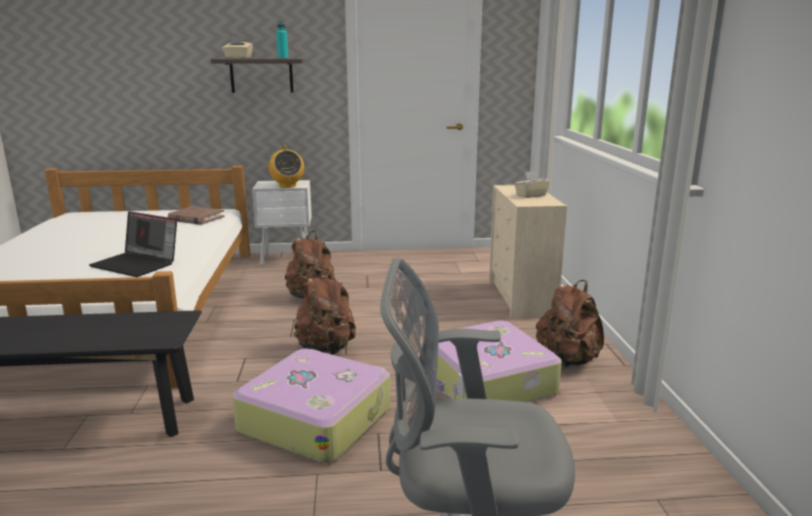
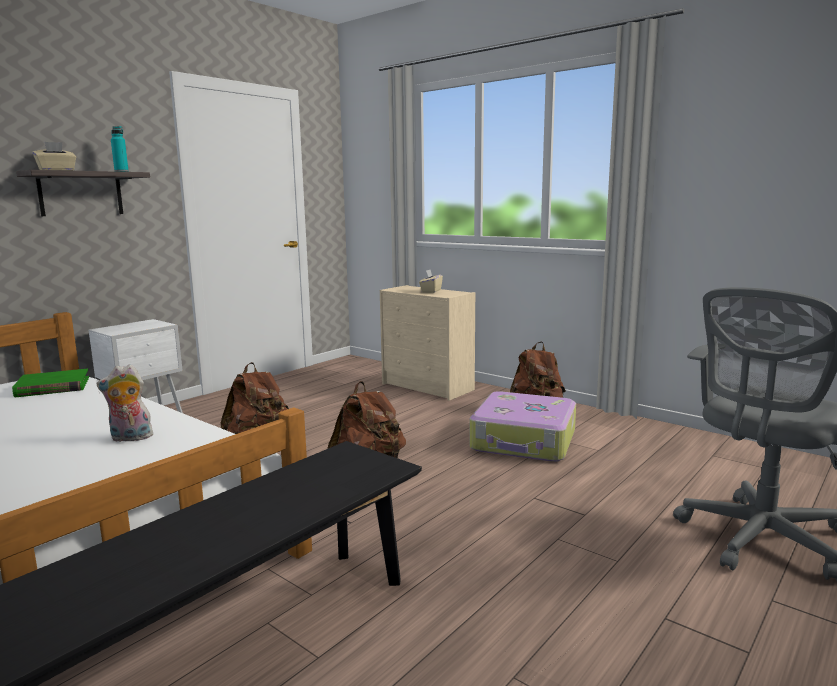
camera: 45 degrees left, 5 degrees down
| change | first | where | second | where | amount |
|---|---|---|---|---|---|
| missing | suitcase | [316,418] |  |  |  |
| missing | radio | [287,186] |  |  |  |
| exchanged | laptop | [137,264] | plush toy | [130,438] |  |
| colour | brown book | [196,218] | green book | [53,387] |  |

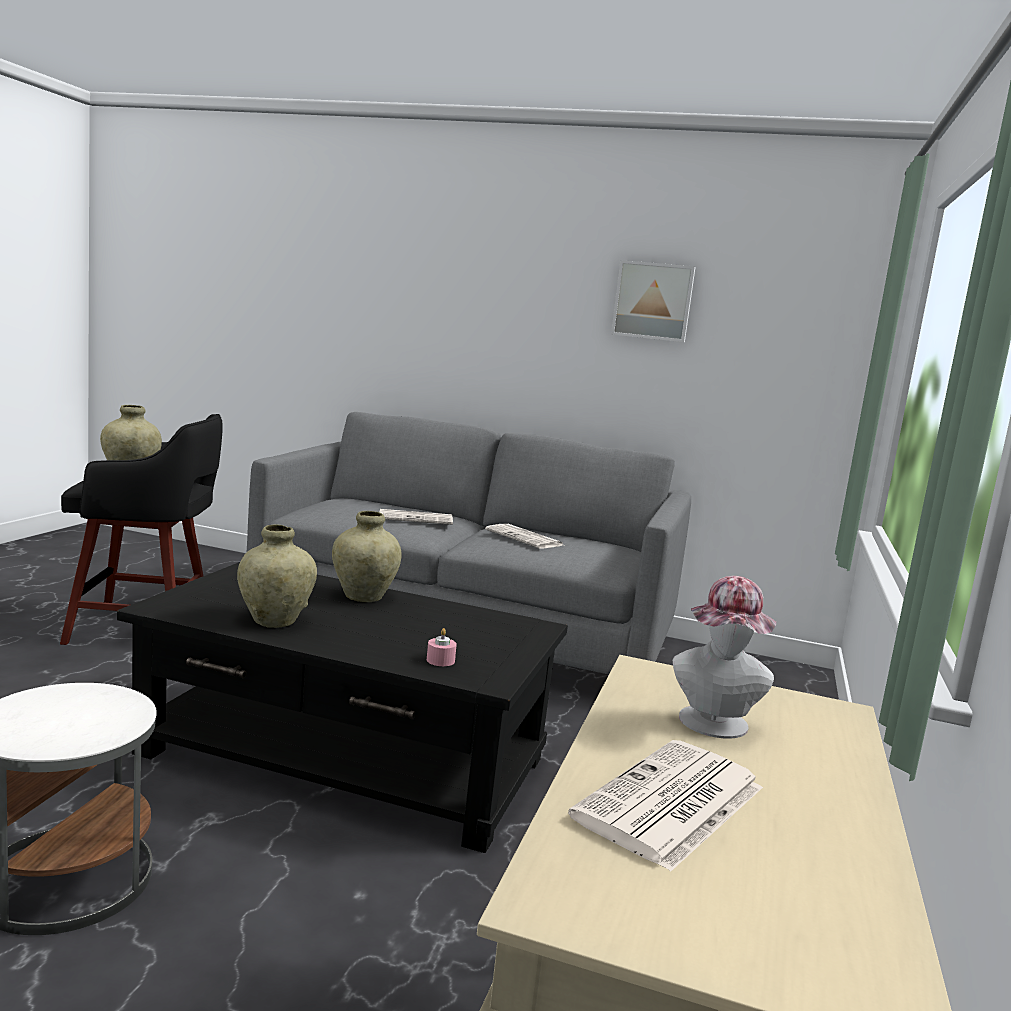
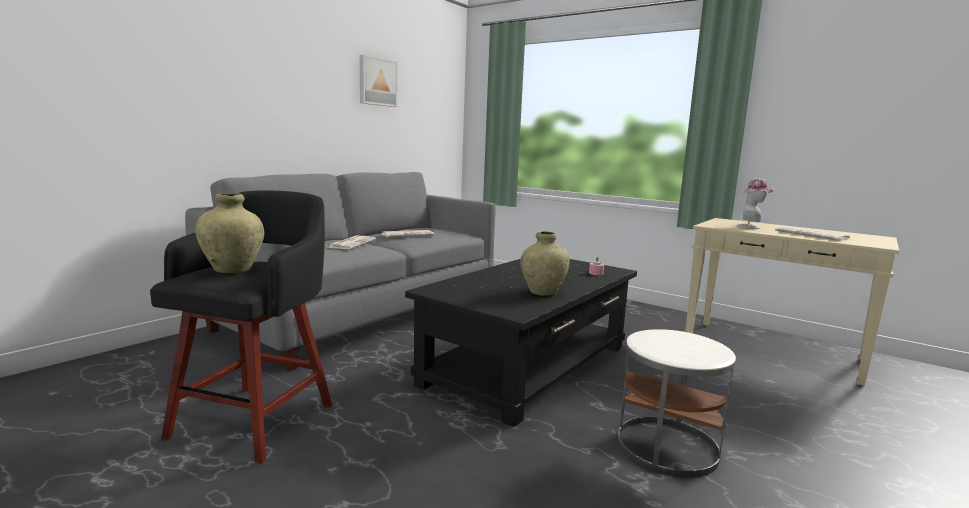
camera: 70 degrees left, 0 degrees up
| change | first | where | second | where | amount |
|---|---|---|---|---|---|
| missing | beige vase | [363,596] |  |  |  |

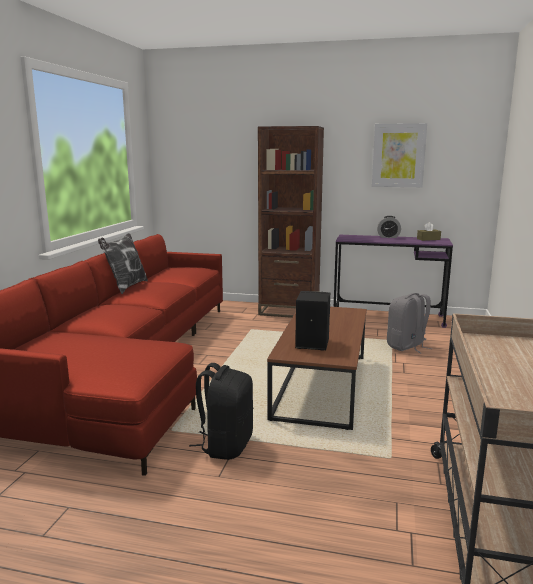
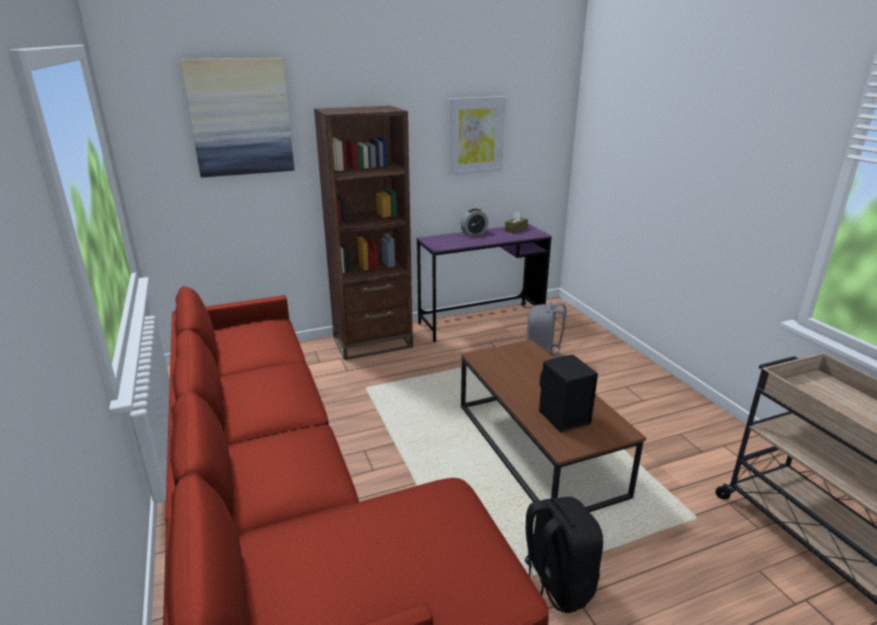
camera: 35 degrees left, 10 degrees up
| change | first | where | second | where | amount |
|---|---|---|---|---|---|
| missing | pillow | [126,287] |  |  |  |
| appeared |  |  | picture | [240,117] |  |

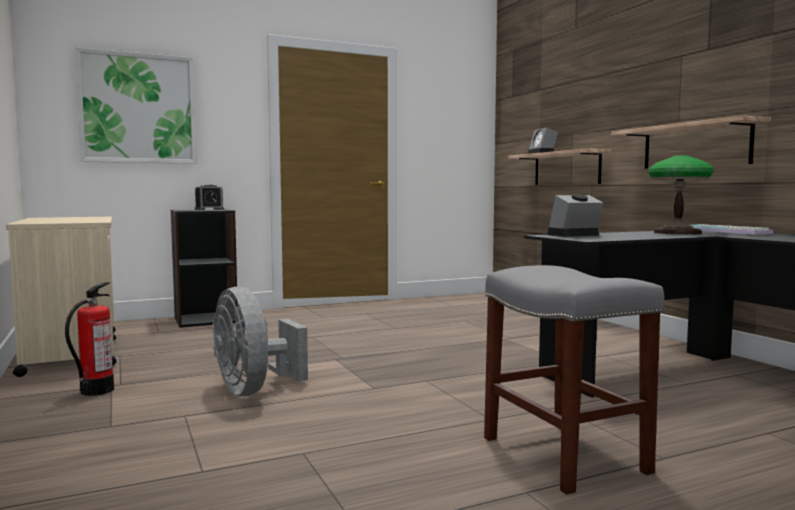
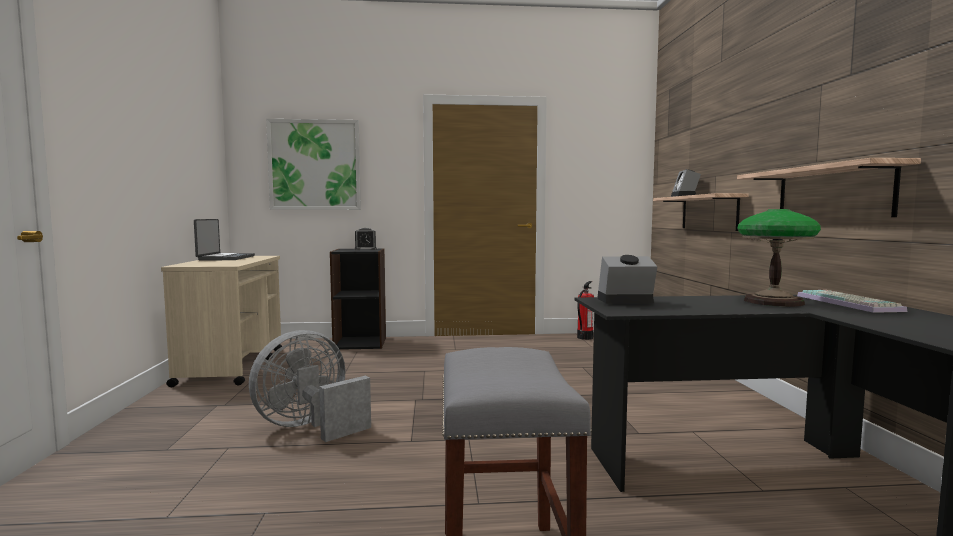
camera: 20 degrees right, 0 degrees up
| change | first | where | second | where | amount |
|---|---|---|---|---|---|
| appeared |  |  | laptop | [225,258] |  |
| relocated | fire extinguisher | [97,390] |  | [584,337] |  |
| spun | grey fan | [253,390] |  | [310,427] | 60 degrees clockwise |

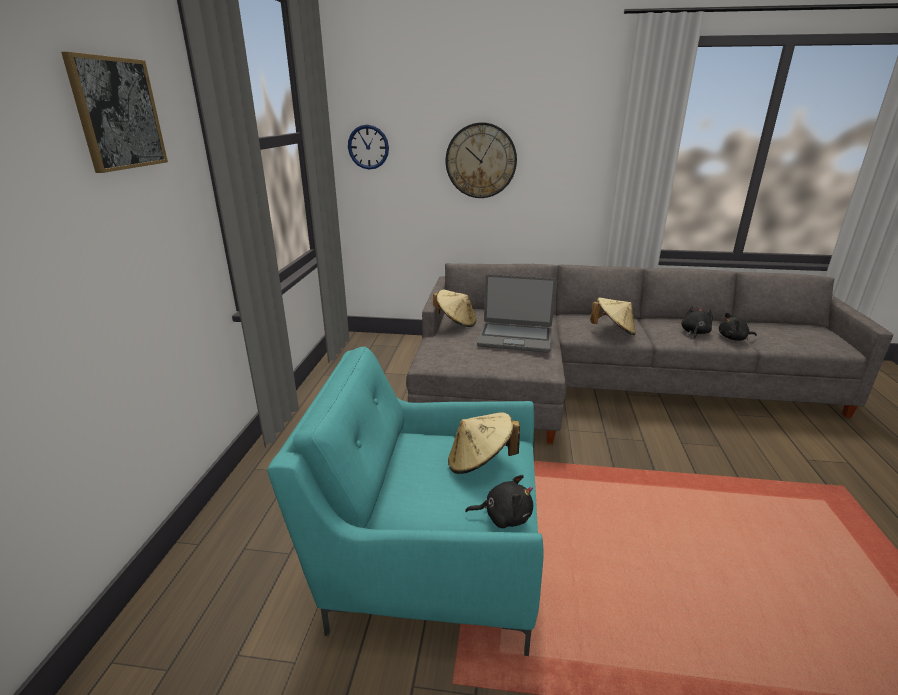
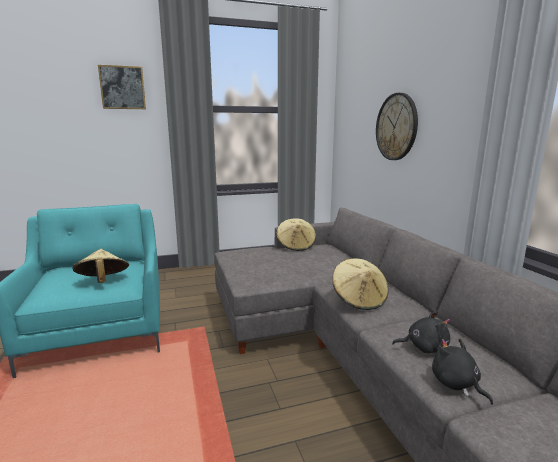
camera: 65 degrees right, 10 degrees down
| change | first | where | second | where | amount |
|---|---|---|---|---|---|
| missing | wall clock | [368,147] |  |  |  |
| missing | black plush toy | [504,516] |  |  |  |
| missing | laptop | [515,338] |  |  |  |

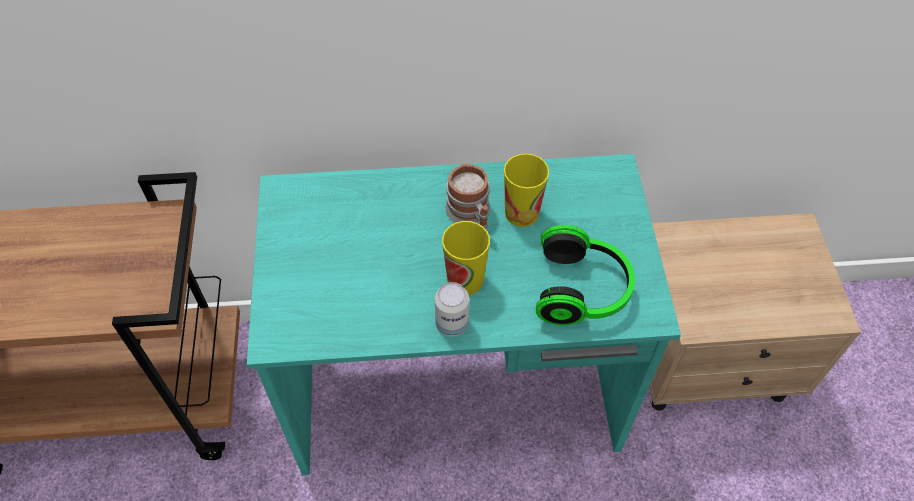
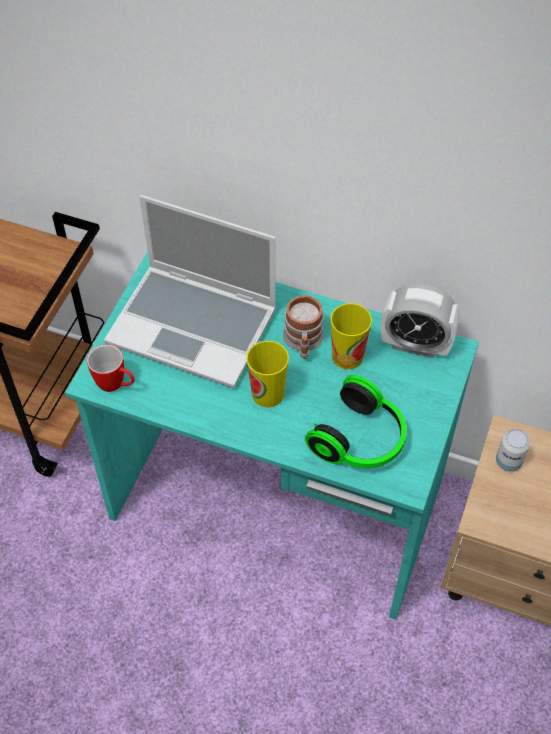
camera: 25 degrees right, 0 degrees up
| change | first | where | second | where | amount |
|---|---|---|---|---|---|
| appeared |  |  | mug | [116,385] |  |
| appeared |  |  | laptop | [195,326] |  |
| appeared |  |  | alarm clock | [415,345] |  |
| relocated | can | [452,324] |  | [508,462] |  |

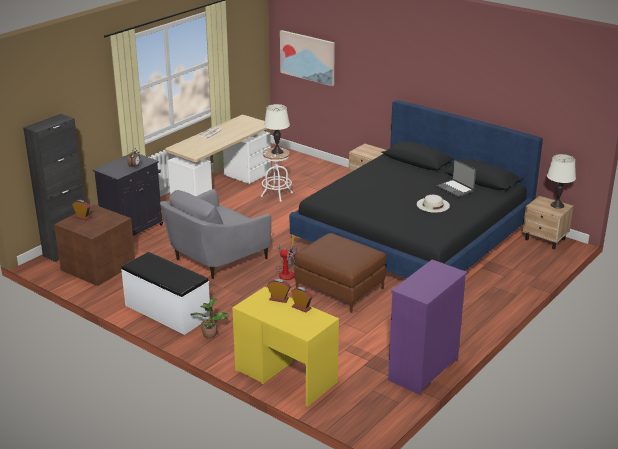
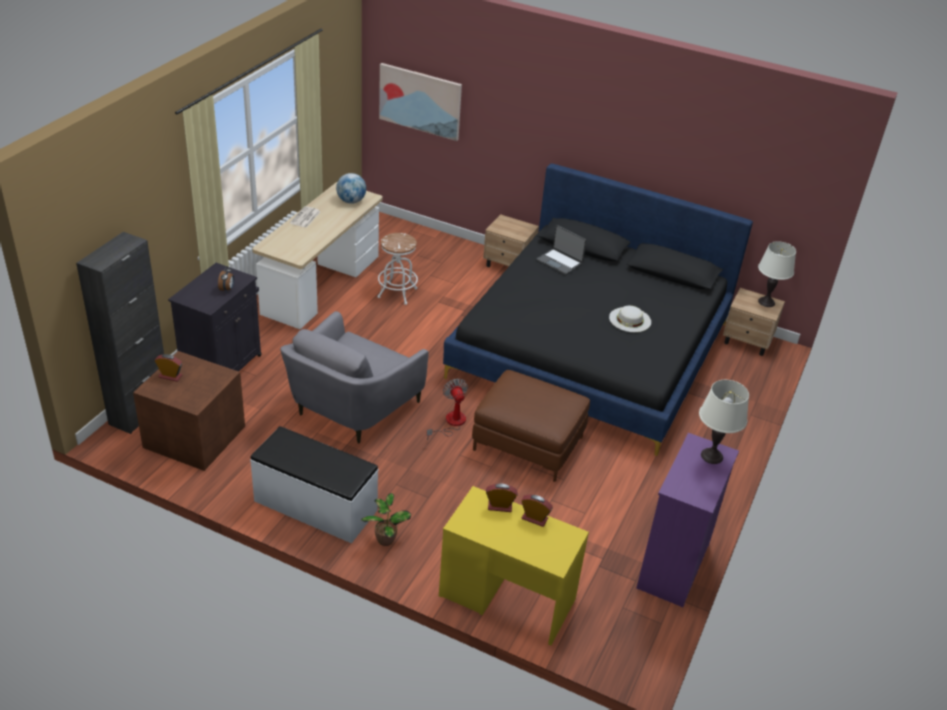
camera: 15 degrees left, 10 degrees up
| change | first | where | second | where | amount |
|---|---|---|---|---|---|
| appeared |  |  | globe | [351,201] |  |
| relocated | white table lamp | [277,151] |  | [712,456] |  |
| relocated | laptop | [455,189] |  | [560,262] |  |
| spun | fan | [285,272] |  | [451,423] | 120 degrees counterclockwise |

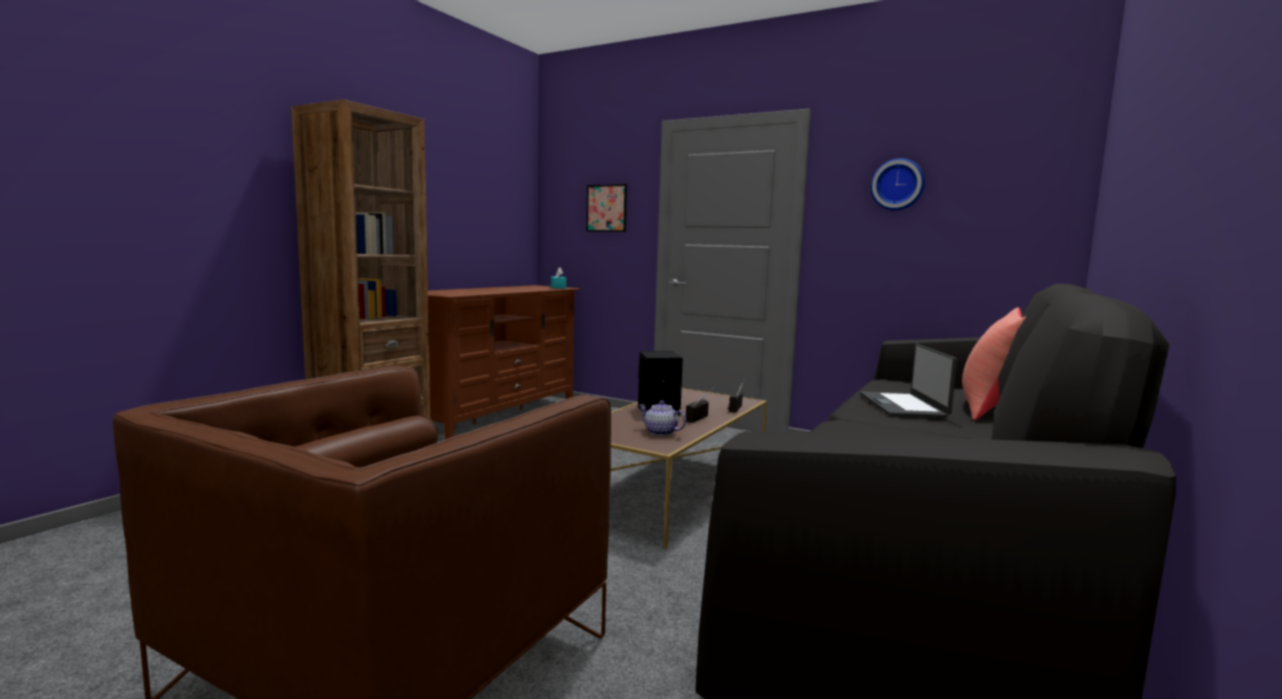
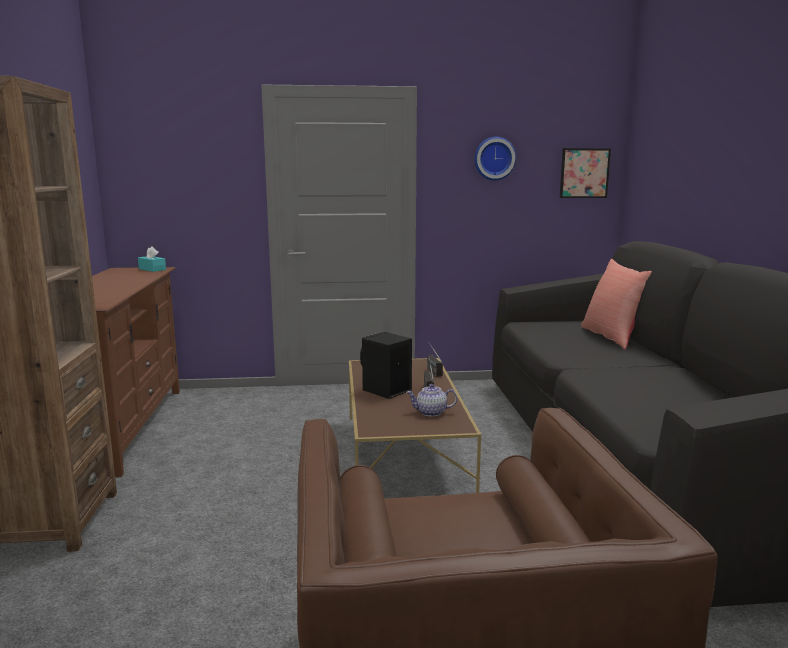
camera: 35 degrees left, 5 degrees up
| change | first | where | second | where | amount |
|---|---|---|---|---|---|
| missing | laptop | [903,406] |  |  |  |
| relocated | picture | [606,208] |  | [584,173] |  |

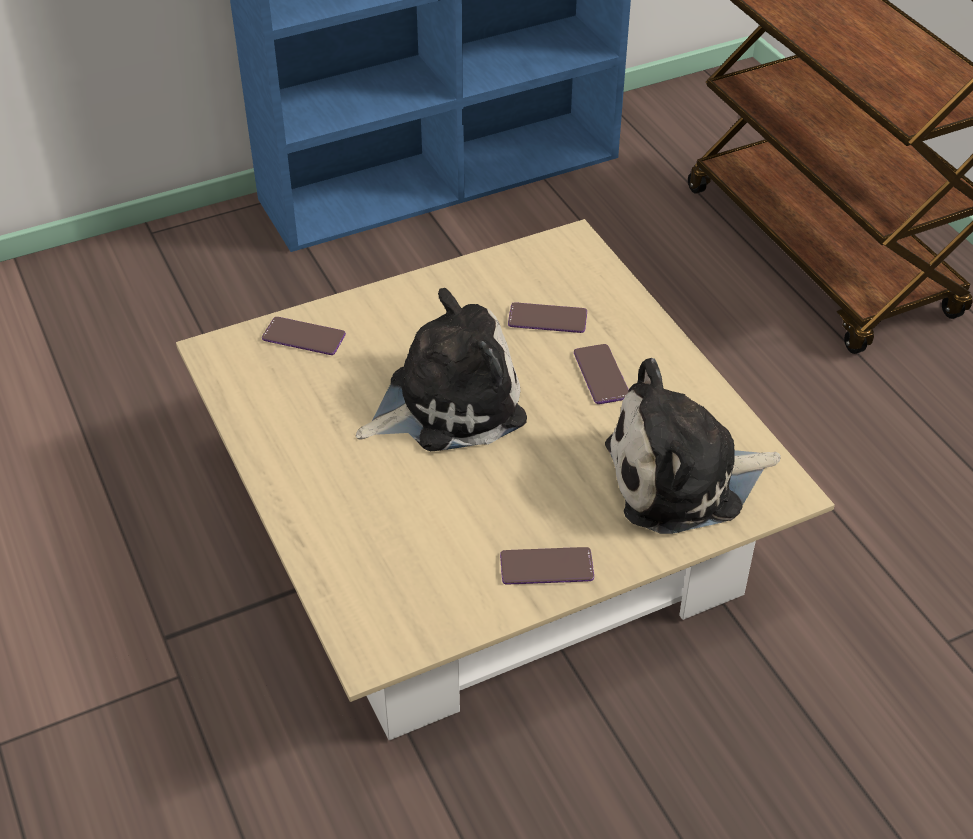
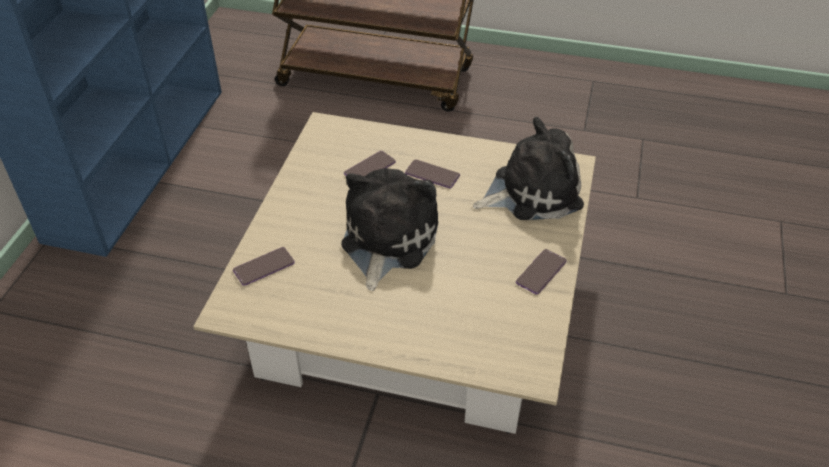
camera: 50 degrees left, 0 degrees up
| change | first | where | second | where | amount |
|---|---|---|---|---|---|
| spun | plush toy | [683,479] |  | [531,191] | 135 degrees counterclockwise |

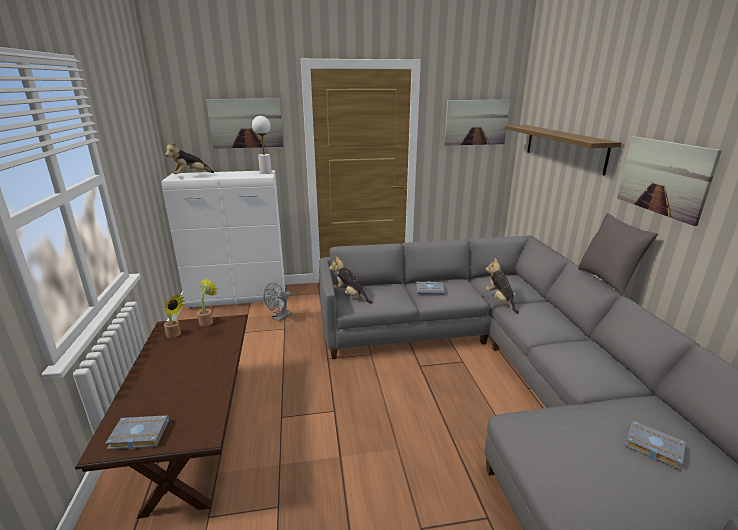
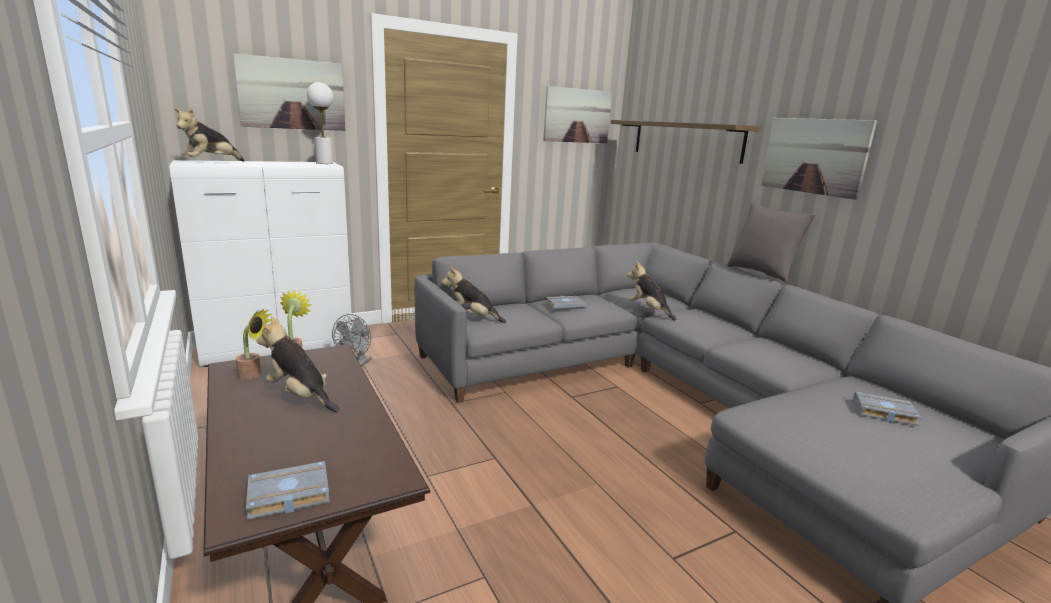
camera: 20 degrees left, 5 degrees down
| change | first | where | second | where | amount |
|---|---|---|---|---|---|
| appeared |  |  | plush toy | [300,396] |  |

